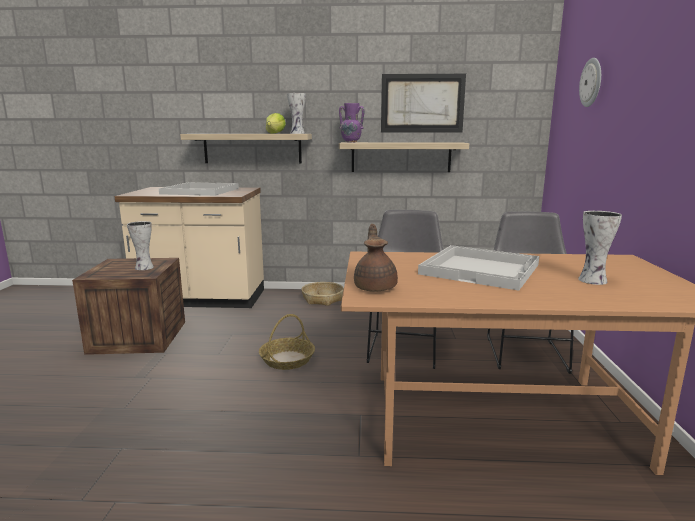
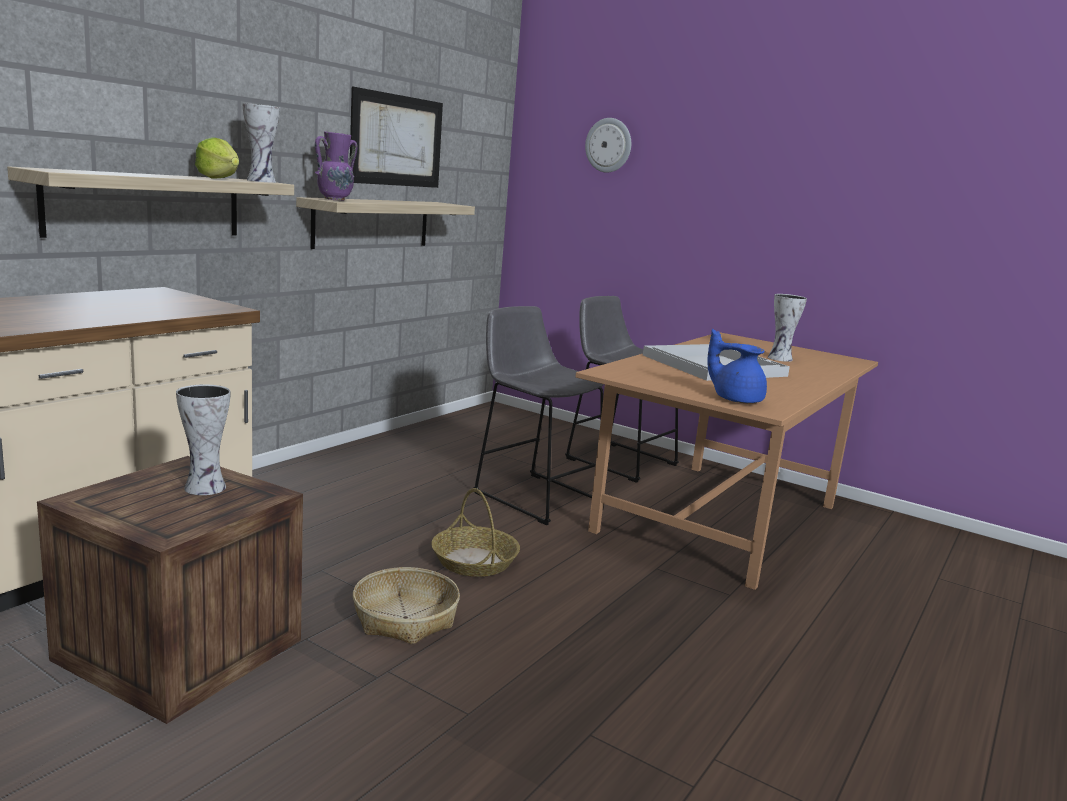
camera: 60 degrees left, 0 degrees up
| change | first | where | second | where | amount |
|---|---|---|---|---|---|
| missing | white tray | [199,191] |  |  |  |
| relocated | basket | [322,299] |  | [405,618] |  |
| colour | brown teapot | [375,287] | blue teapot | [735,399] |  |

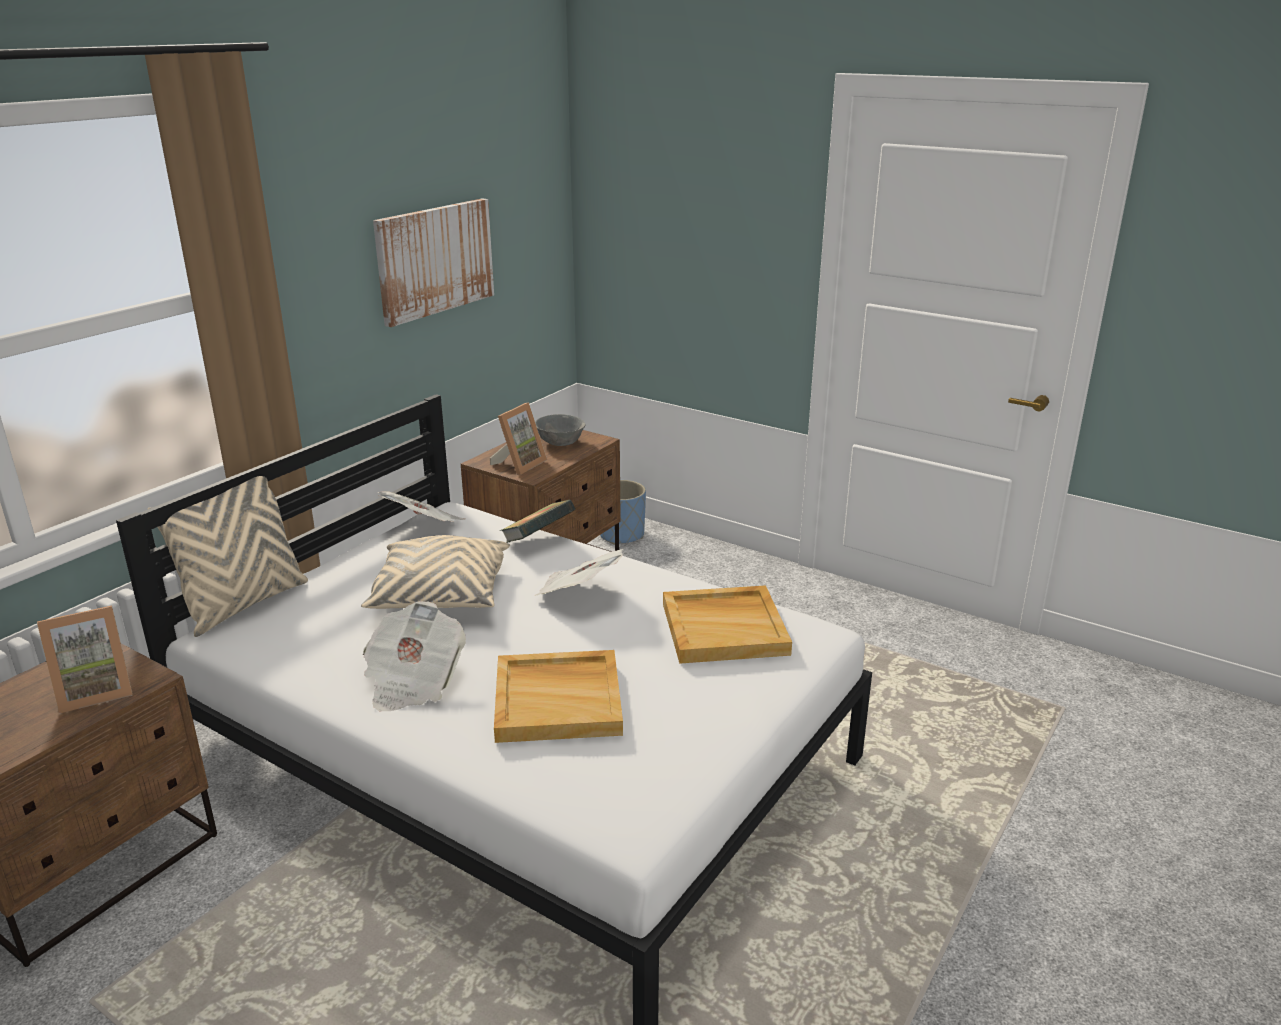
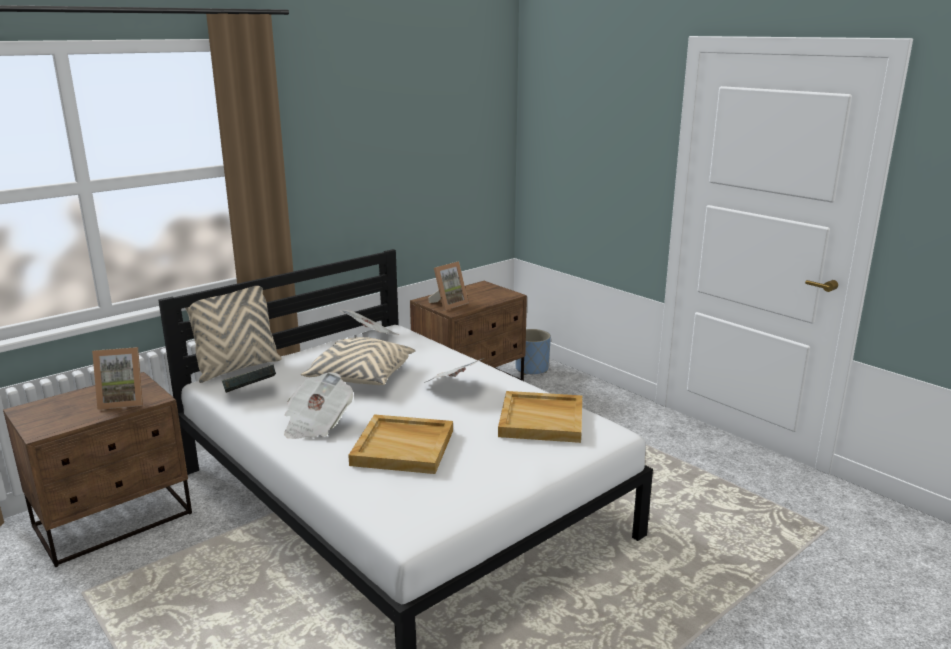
camera: 15 degrees right, 5 degrees down
| change | first | where | second | where | amount |
|---|---|---|---|---|---|
| missing | picture | [434,260] |  |  |  |
| missing | grey bowl | [561,443] |  |  |  |
| relocated | book | [538,540] |  | [250,394] |  |

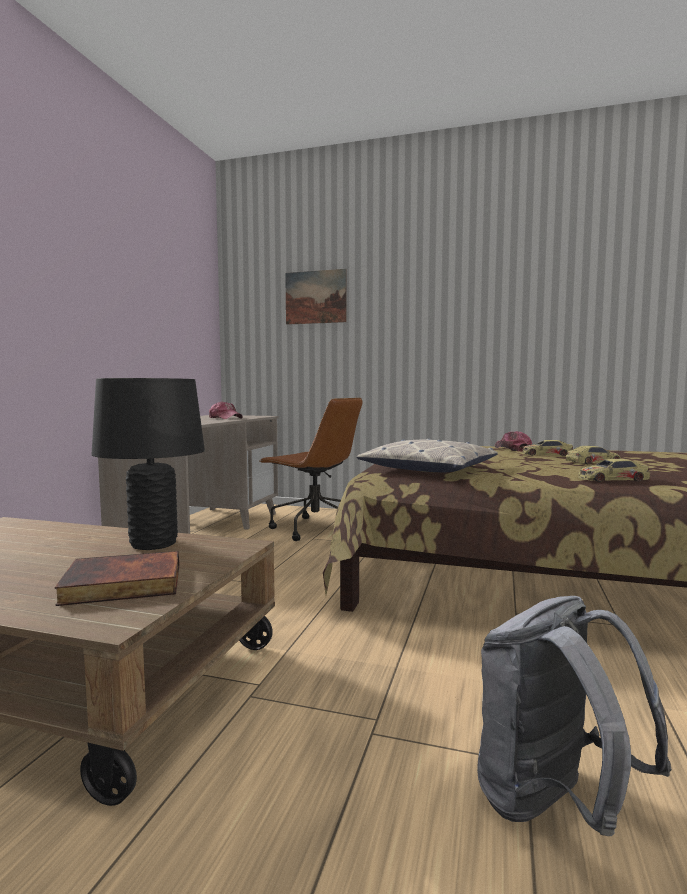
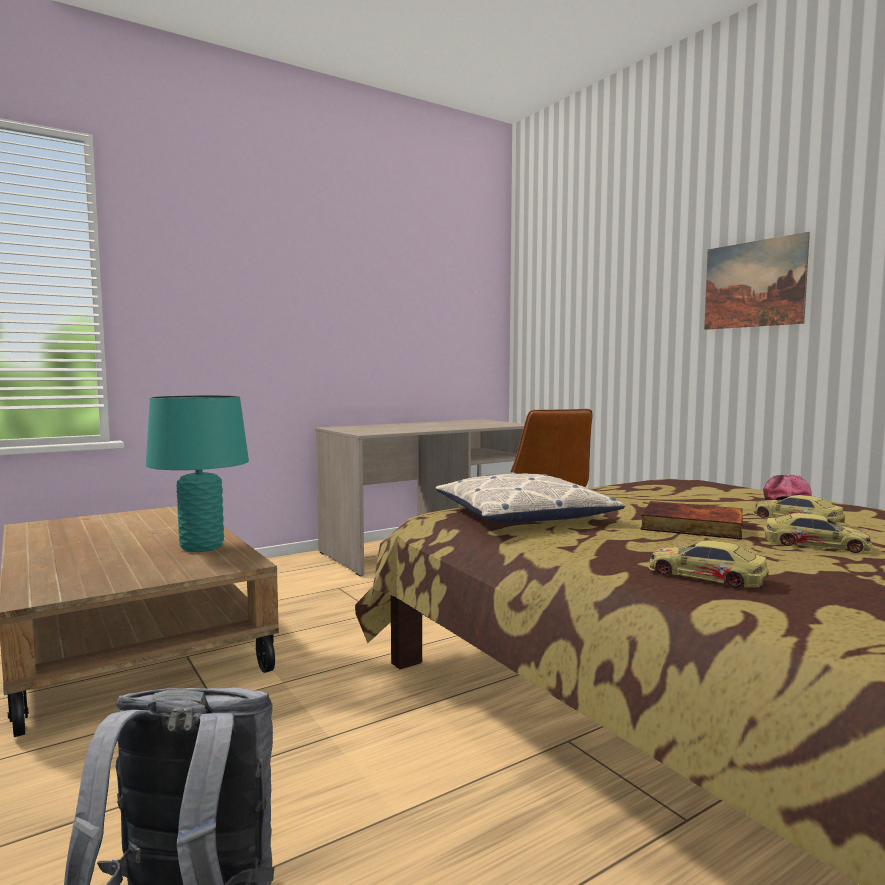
camera: 40 degrees right, 0 degrees up
| change | first | where | second | where | amount |
|---|---|---|---|---|---|
| missing | cap | [225,418] |  |  |  |
| relocated | book | [122,585] |  | [691,526] |  |
| relocated | picture | [315,297] |  | [753,284] |  |
| colour | black table lamp | [153,544] | turquoise table lamp | [202,547] |  |

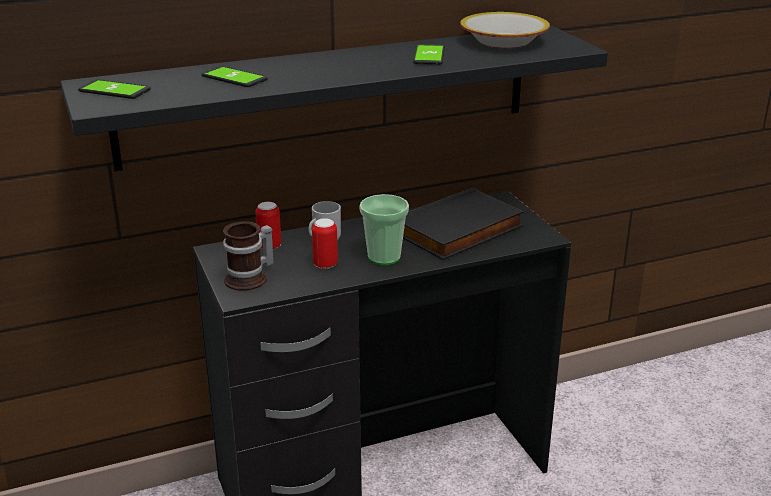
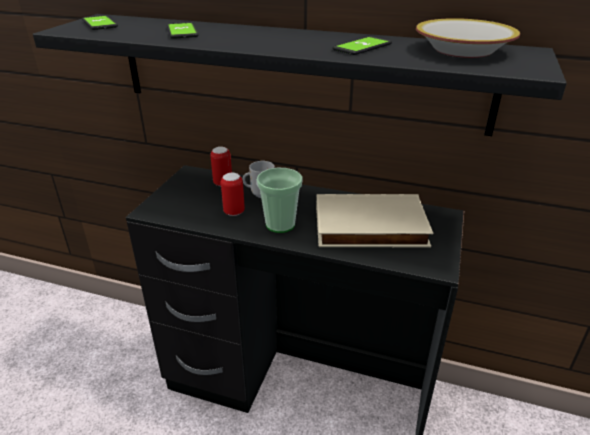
camera: 40 degrees right, 5 degrees up
| change | first | where | second | where | amount |
|---|---|---|---|---|---|
| missing | mug | [250,279] |  |  |  |
| colour | black book | [459,231] | beige book | [369,228] |  |

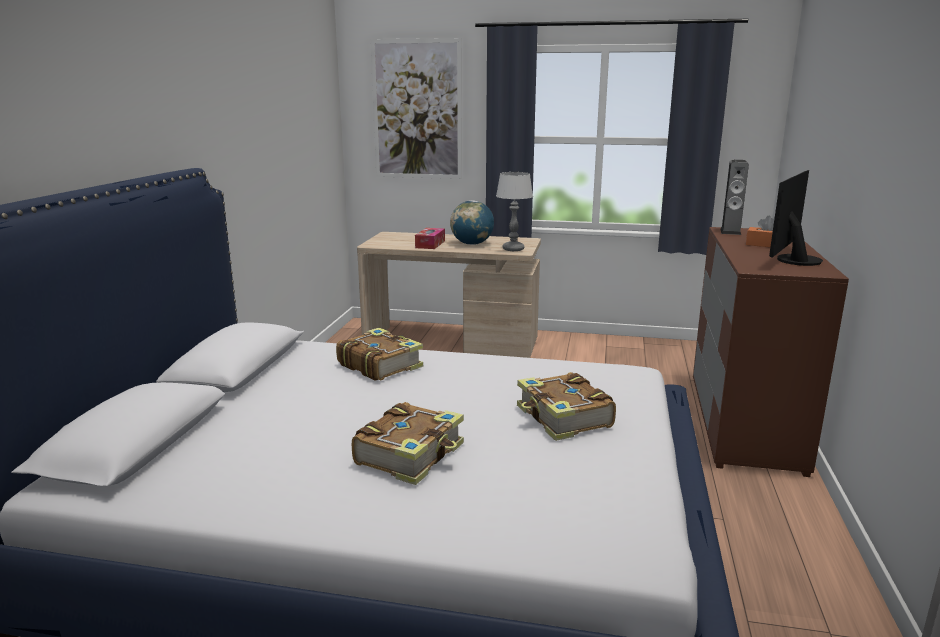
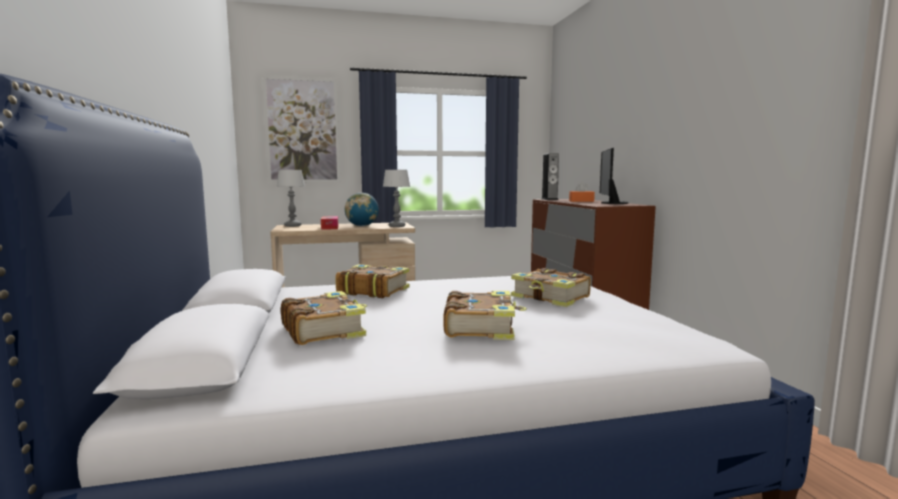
camera: 25 degrees left, 10 degrees down
| change | first | where | second | where | amount |
|---|---|---|---|---|---|
| appeared |  |  | table lamp | [292,226] |  |
| appeared |  |  | book | [324,330] |  |

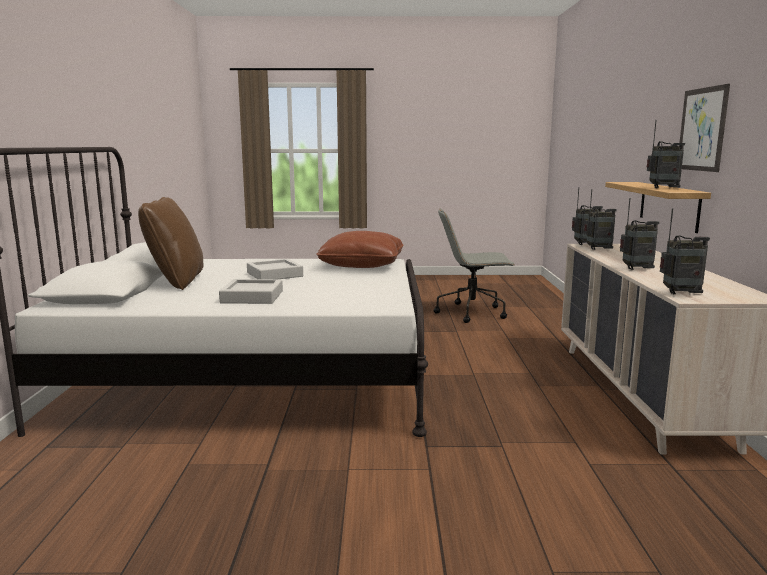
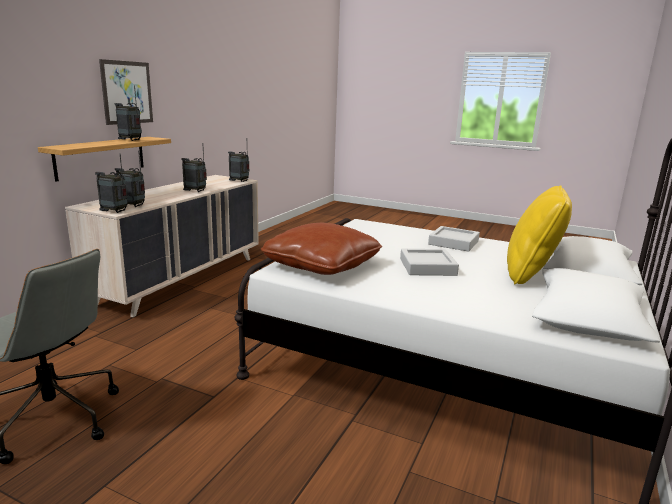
camera: 155 degrees left, 5 degrees up
| change | first | where | second | where | amount |
|---|---|---|---|---|---|
| colour | brown pillow | [176,281] | yellow pillow | [531,274] |  |

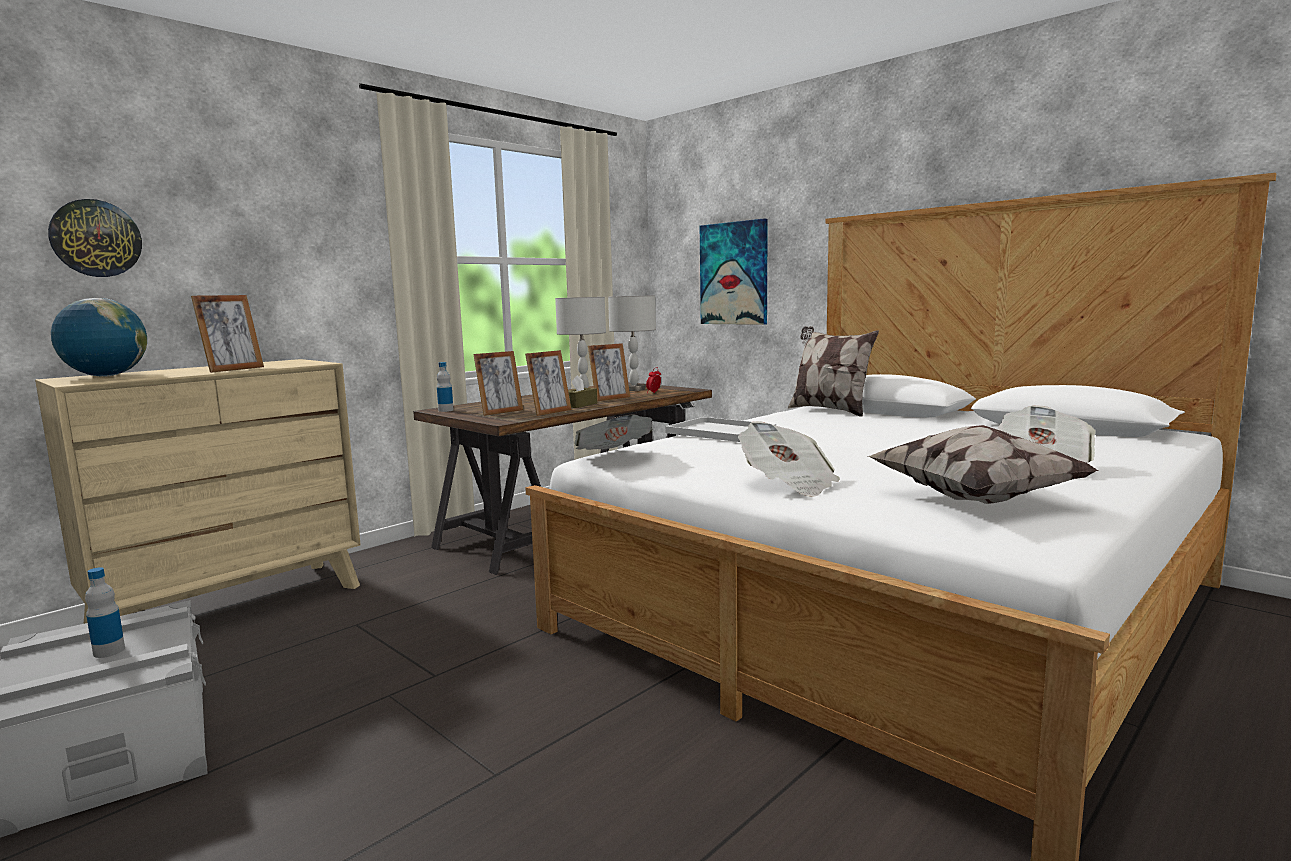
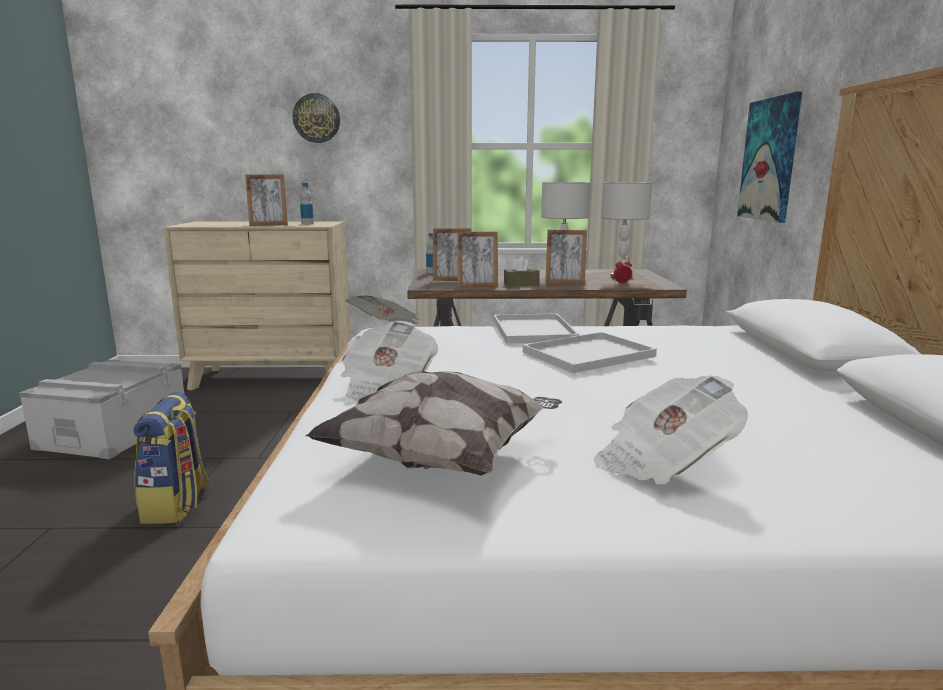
camera: 45 degrees right, 5 degrees up
| change | first | where | second | where | amount |
|---|---|---|---|---|---|
| missing | globe | [106,376] |  |  |  |
| missing | pillow | [829,410] |  |  |  |
| appeared |  |  | backpack | [177,505] |  |
| appeared |  |  | white tray | [587,355] |  |
| relocated | wall clock | [96,238] |  | [316,118] |  |
| relocated | bottle | [109,651] |  | [307,224] |  |

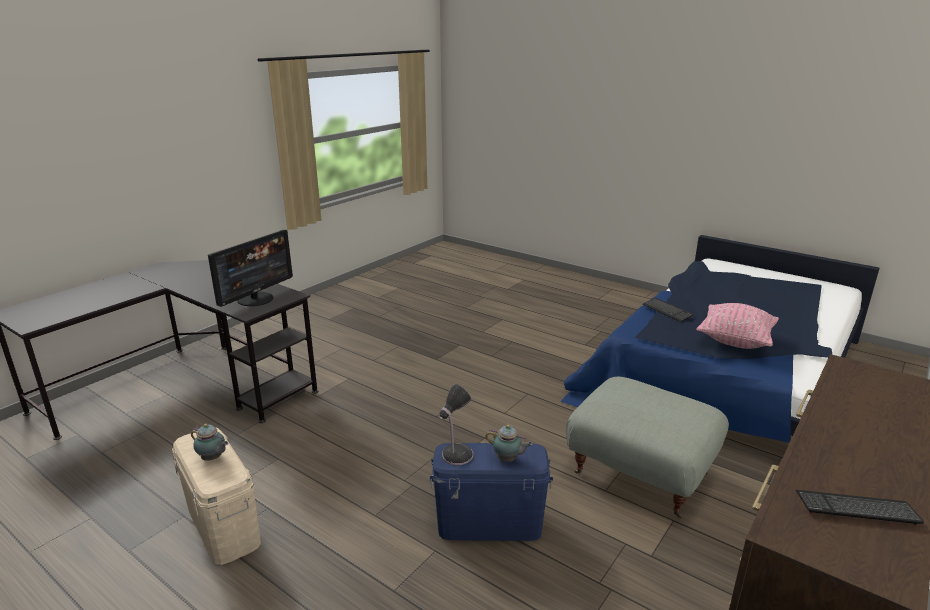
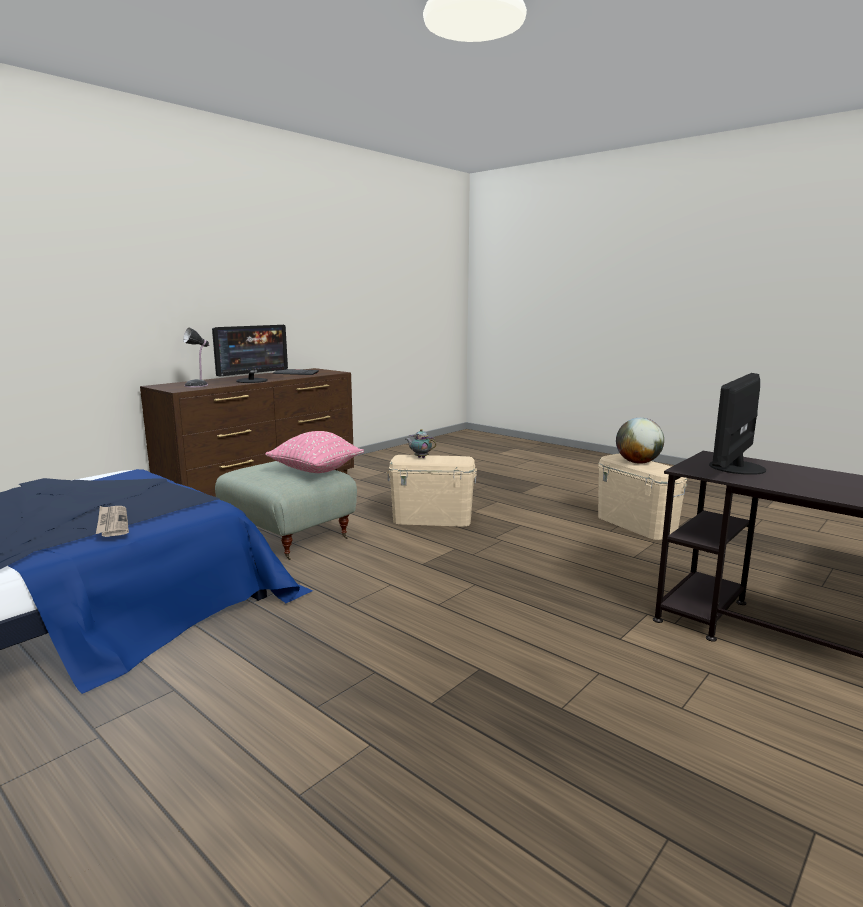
camera: 175 degrees left, 10 degrees down
| change | first | where | second | where | amount |
|---|---|---|---|---|---|
| appeared |  |  | monitor | [252,381] |  |
| relocated | table lamp | [455,456] |  | [198,385] |  |
| relocated | pink pillow | [735,341] |  | [316,471] |  |
| exchanged | teapot | [213,458] | globe | [638,462] |  |
| exchanged | keyboard | [667,311] | newspaper | [112,523] |  |
| colour | blue storage box | [489,523] | beige storage box | [432,519] |  |

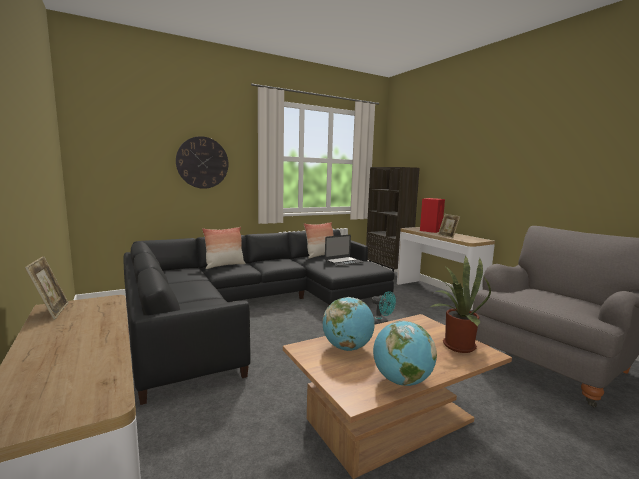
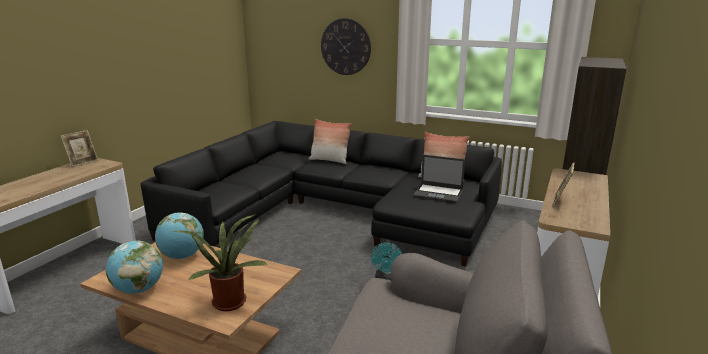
camera: 55 degrees right, 10 degrees up
| change | first | where | second | where | amount |
|---|---|---|---|---|---|
| missing | red speaker | [431,230] |  |  |  |

